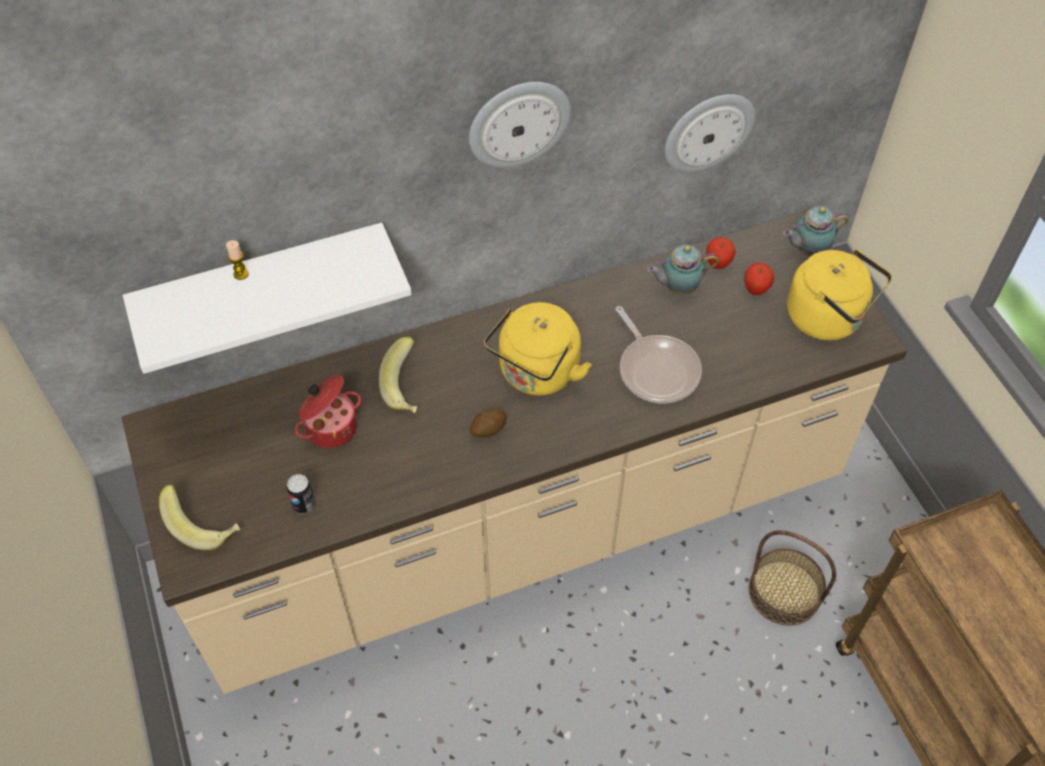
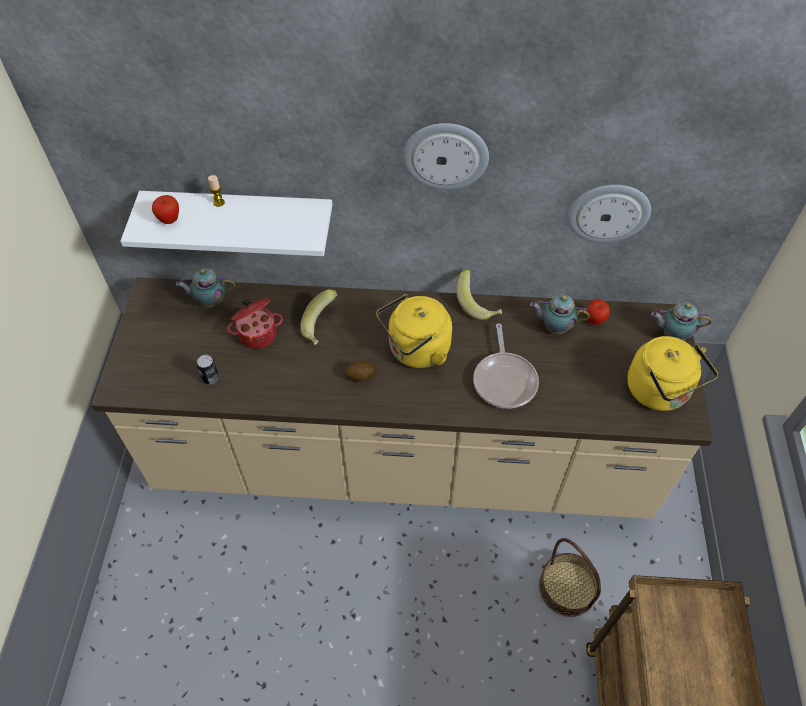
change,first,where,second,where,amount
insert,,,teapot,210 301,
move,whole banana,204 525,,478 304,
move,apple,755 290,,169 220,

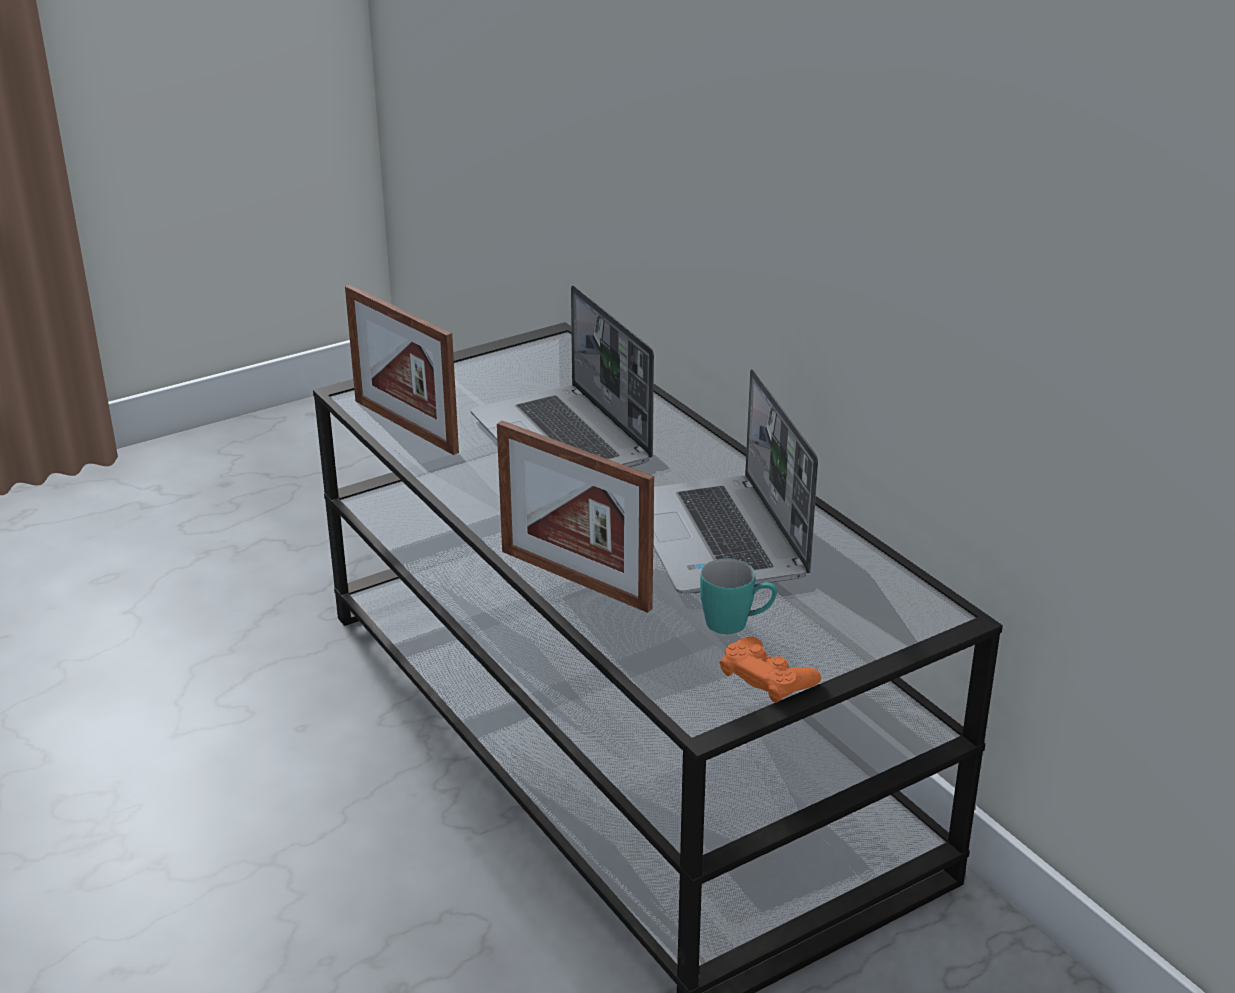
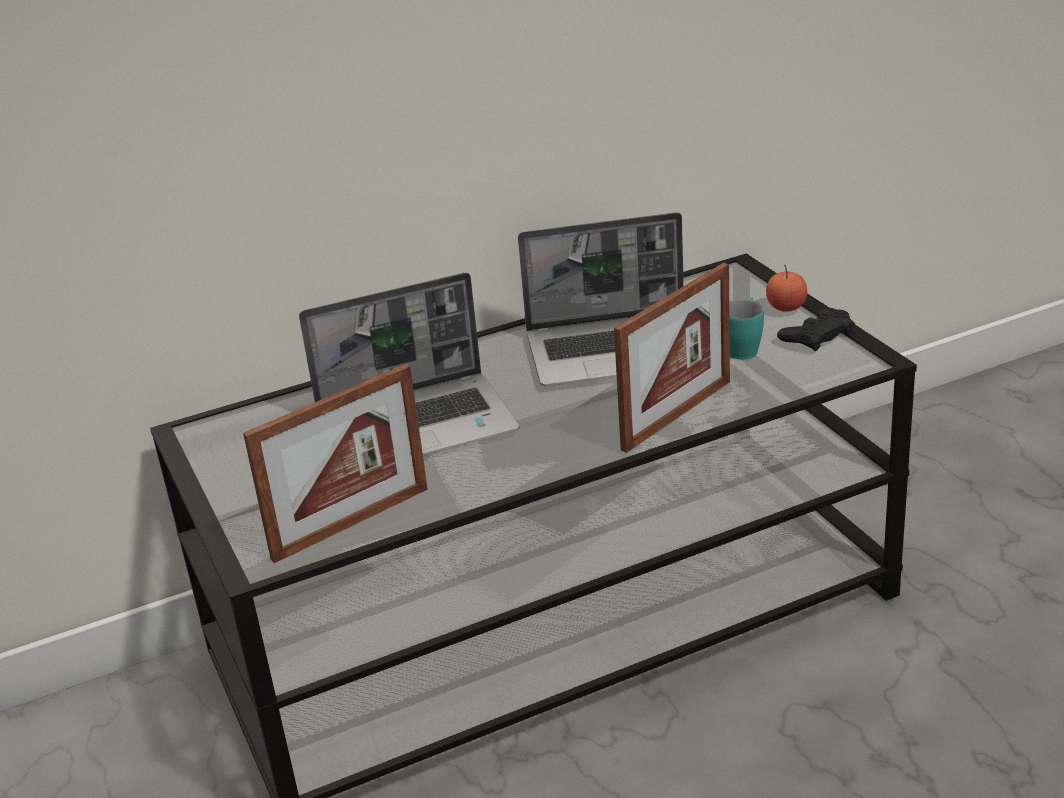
change,first,where,second,where,amount
insert,,,apple,786 307,
recolor,orange-coloured game controller,767 677,black-coloured game controller,816 335,

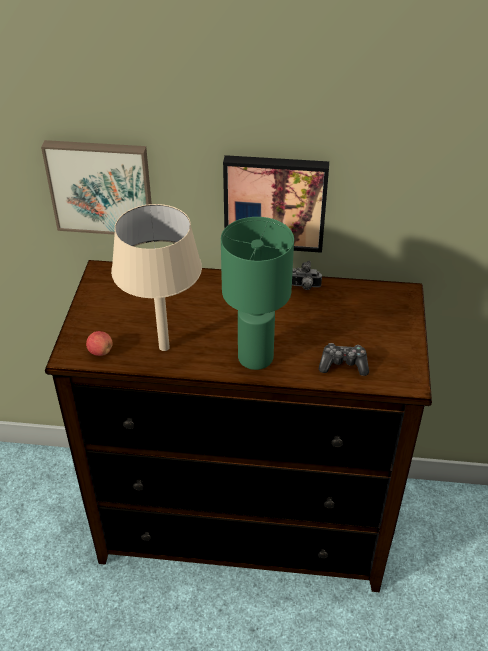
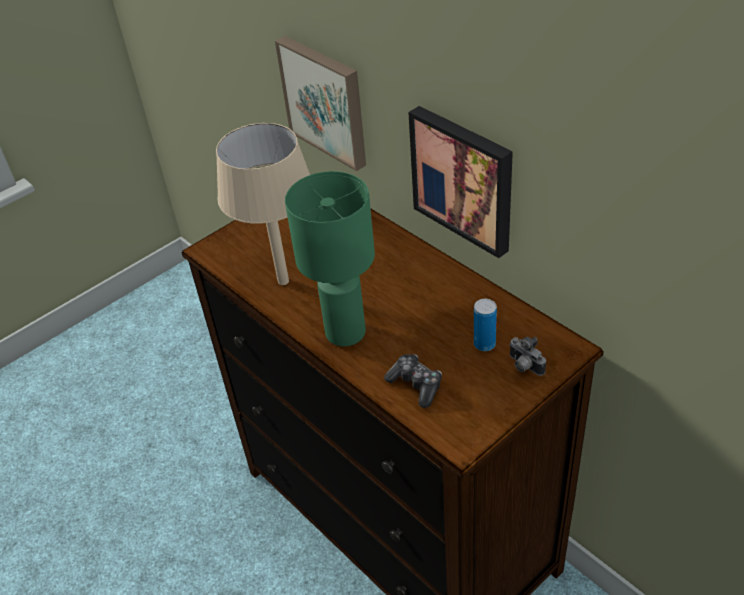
change,first,where,second,where,amount
delete,apple,100 351,,,
insert,,,sealed can,484 344,
move,photo camera,304 287,,524 366,

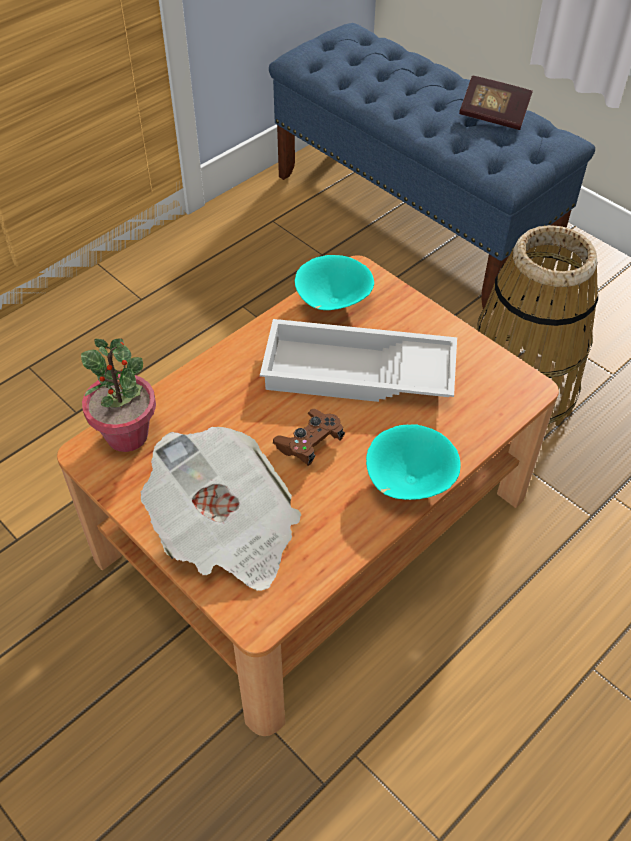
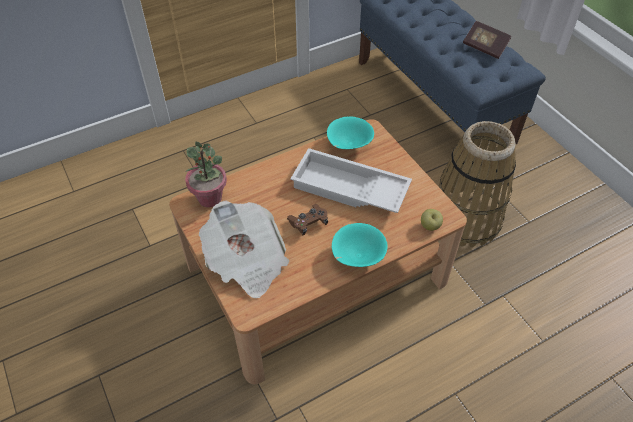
change,first,where,second,where,amount
insert,,,apple,430 226,

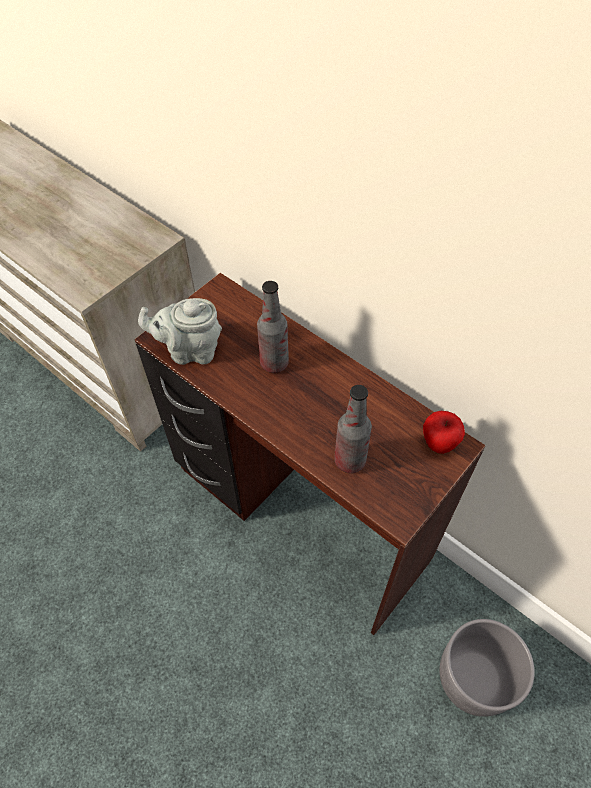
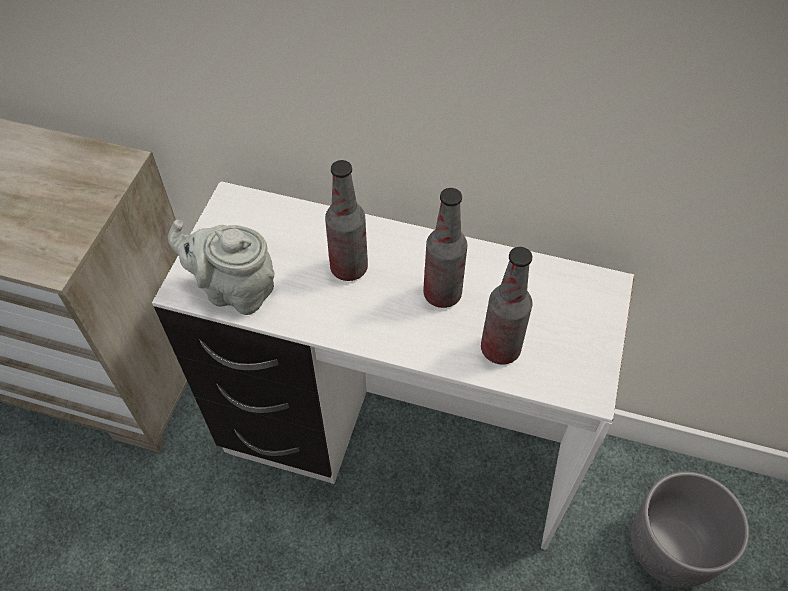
change,first,where,second,where,amount
delete,apple,438 444,,,
insert,,,drink bottle,442 294,
recolor,brownish desk,299 515,whitish desk,395 449,
rotate,gray teapot,190 351,,235 290,45 degrees clockwise

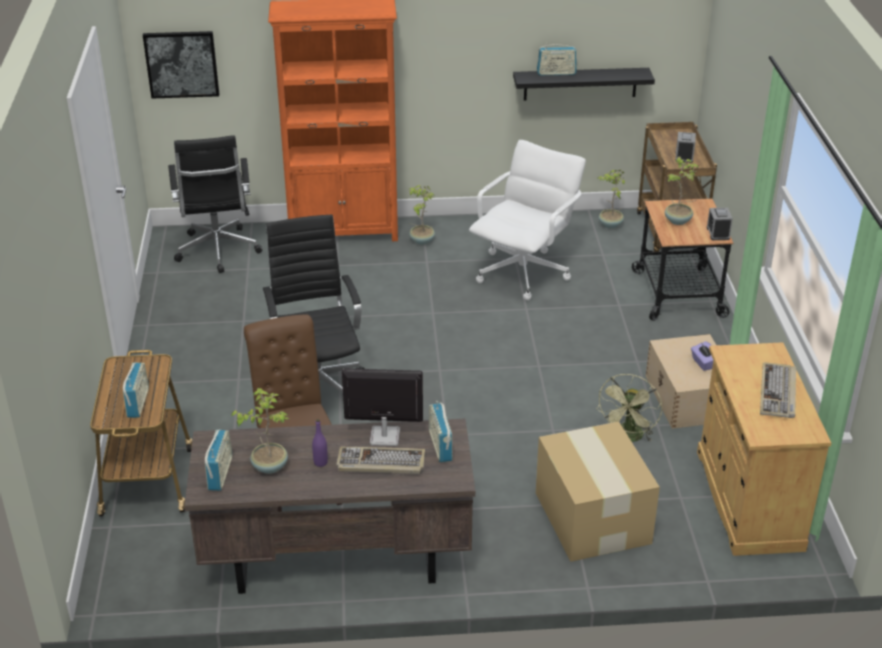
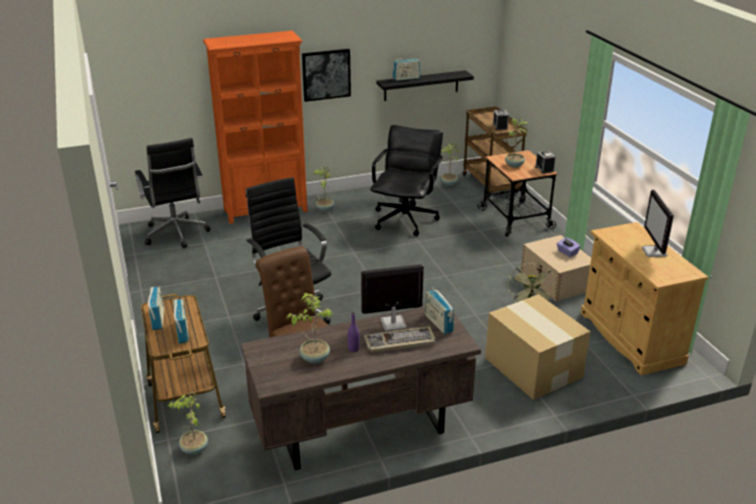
change,first,where,second,where,amount
insert,,,potted plant,193 449,
move,wall art,181 64,,326 74,
move,radio,220 473,,158 319,
replace,keyboard,778 393,monitor,654 252,
recolor,whitish computer chair,524 273,black-coloured computer chair,405 220,

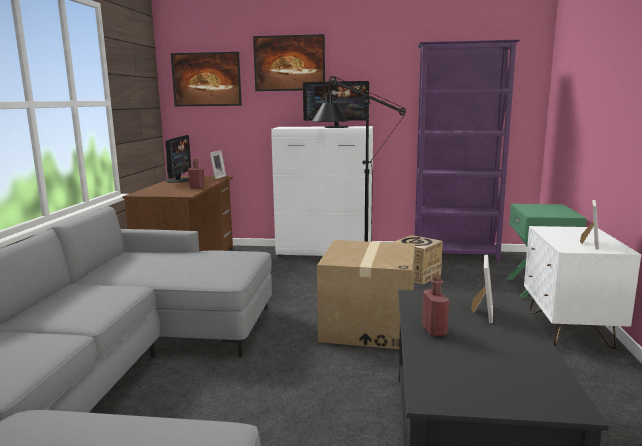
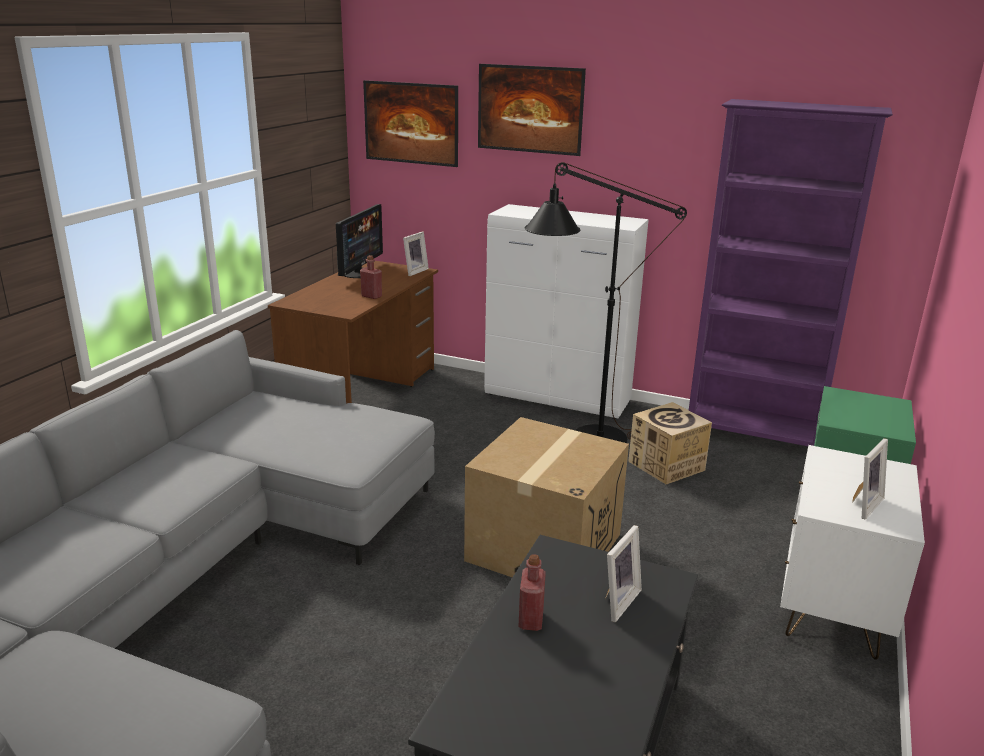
change,first,where,second,where,amount
delete,monitor,336 127,,,

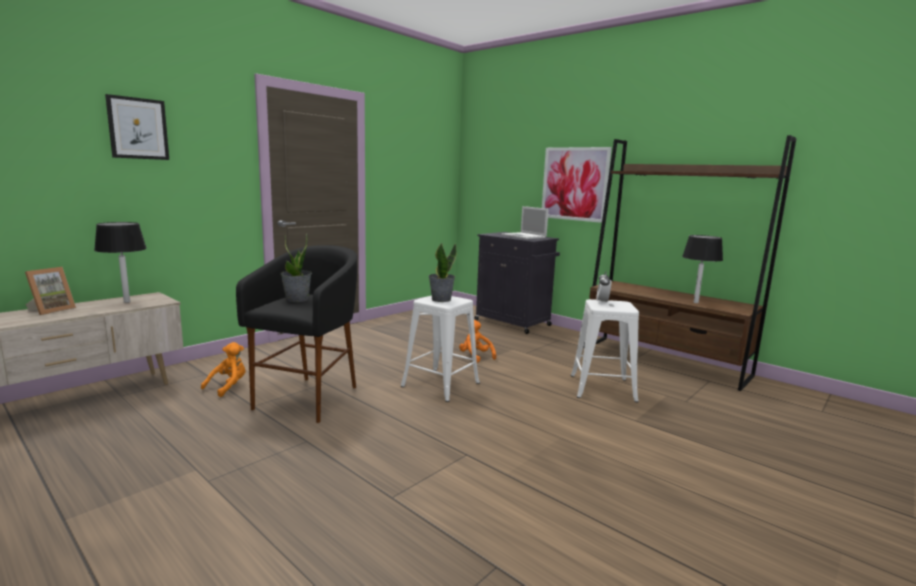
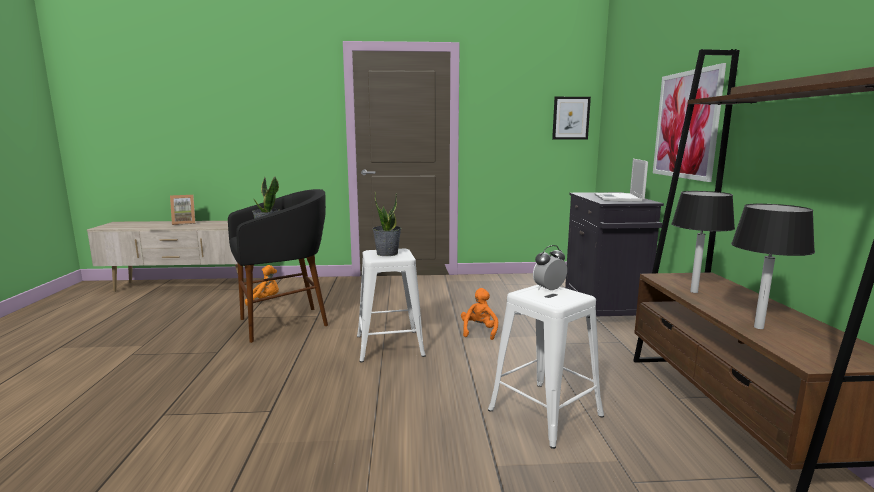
change,first,where,second,where,amount
move,black-coloured table lamp,126 302,,693 292,
move,wall art,138 128,,571 118,

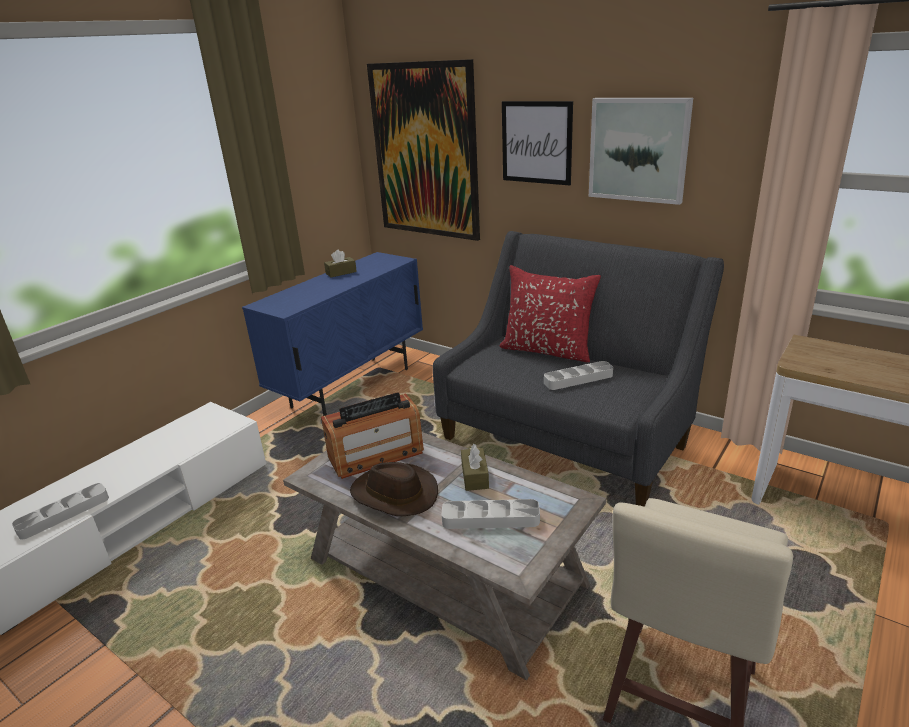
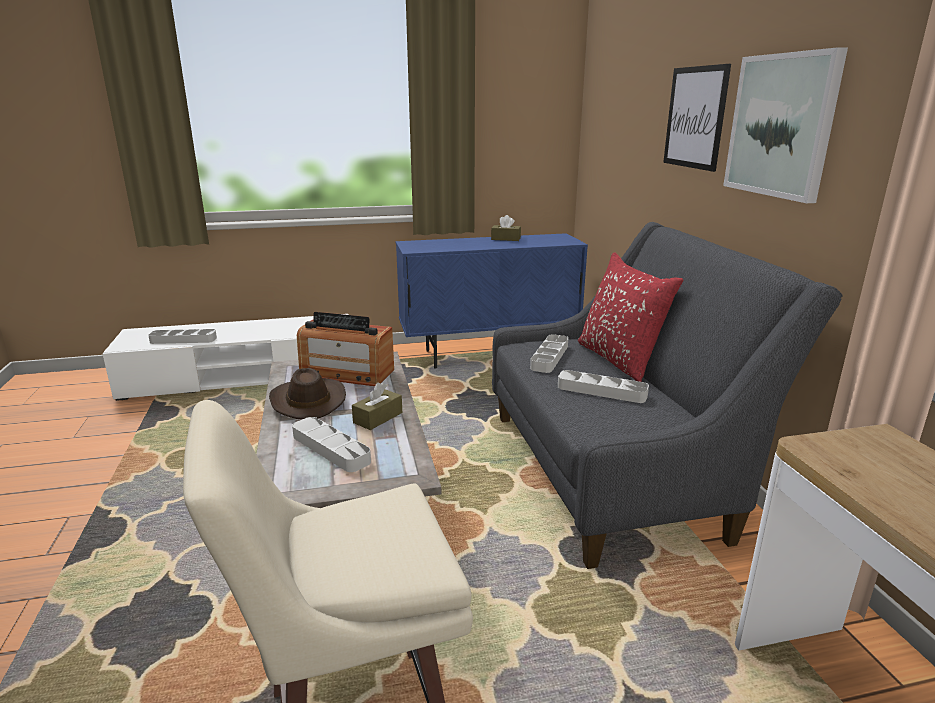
change,first,where,second,where,amount
delete,wall art,425 152,,,
insert,,,gray carrying tray,549 357,

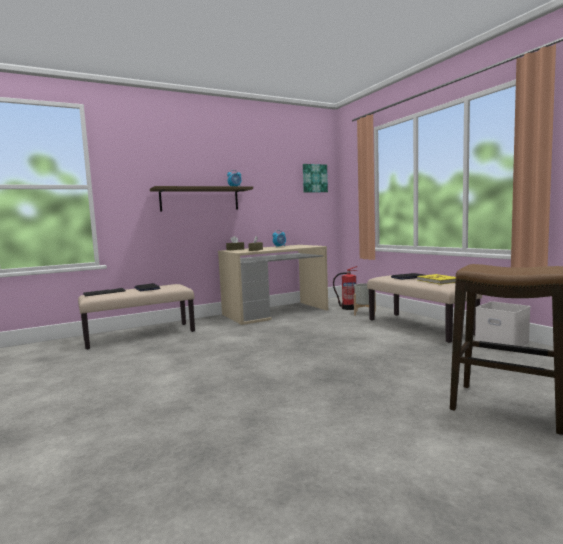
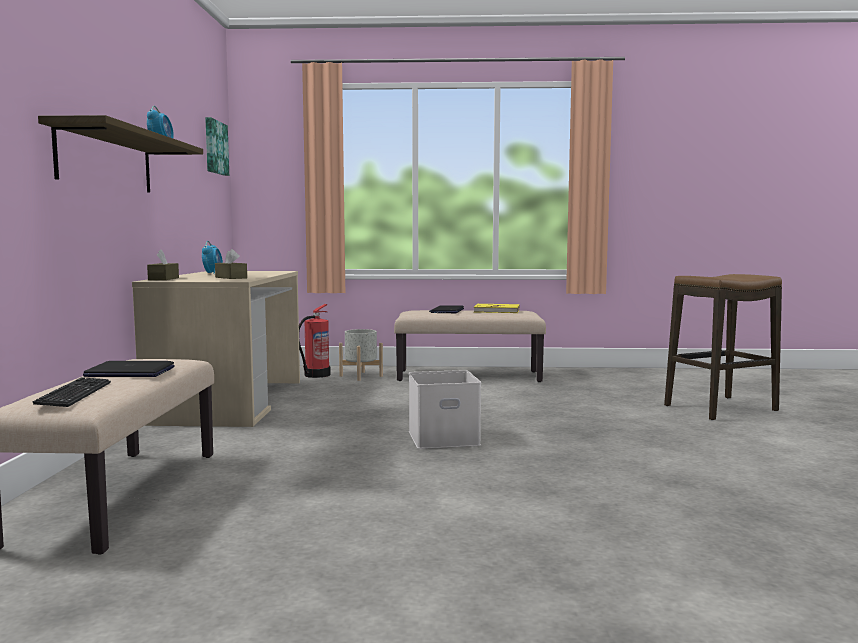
change,first,where,second,where,amount
move,whitish storage box,500 343,,442 438,

